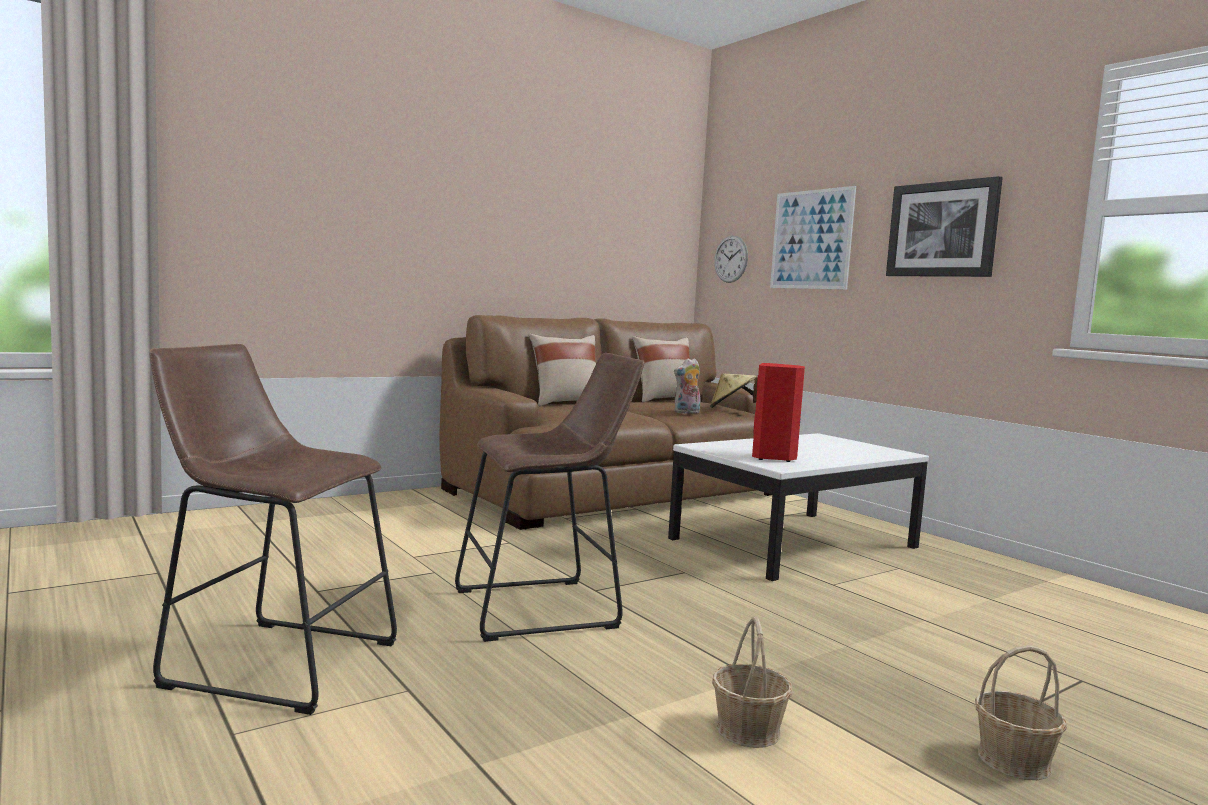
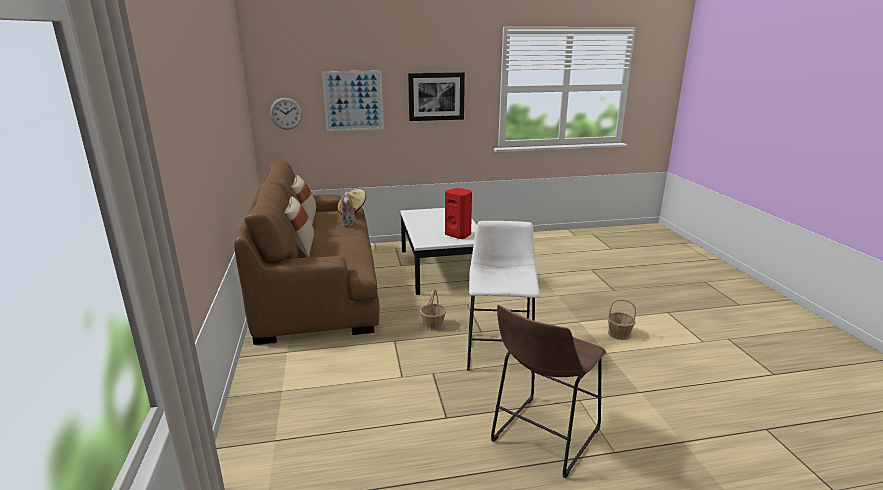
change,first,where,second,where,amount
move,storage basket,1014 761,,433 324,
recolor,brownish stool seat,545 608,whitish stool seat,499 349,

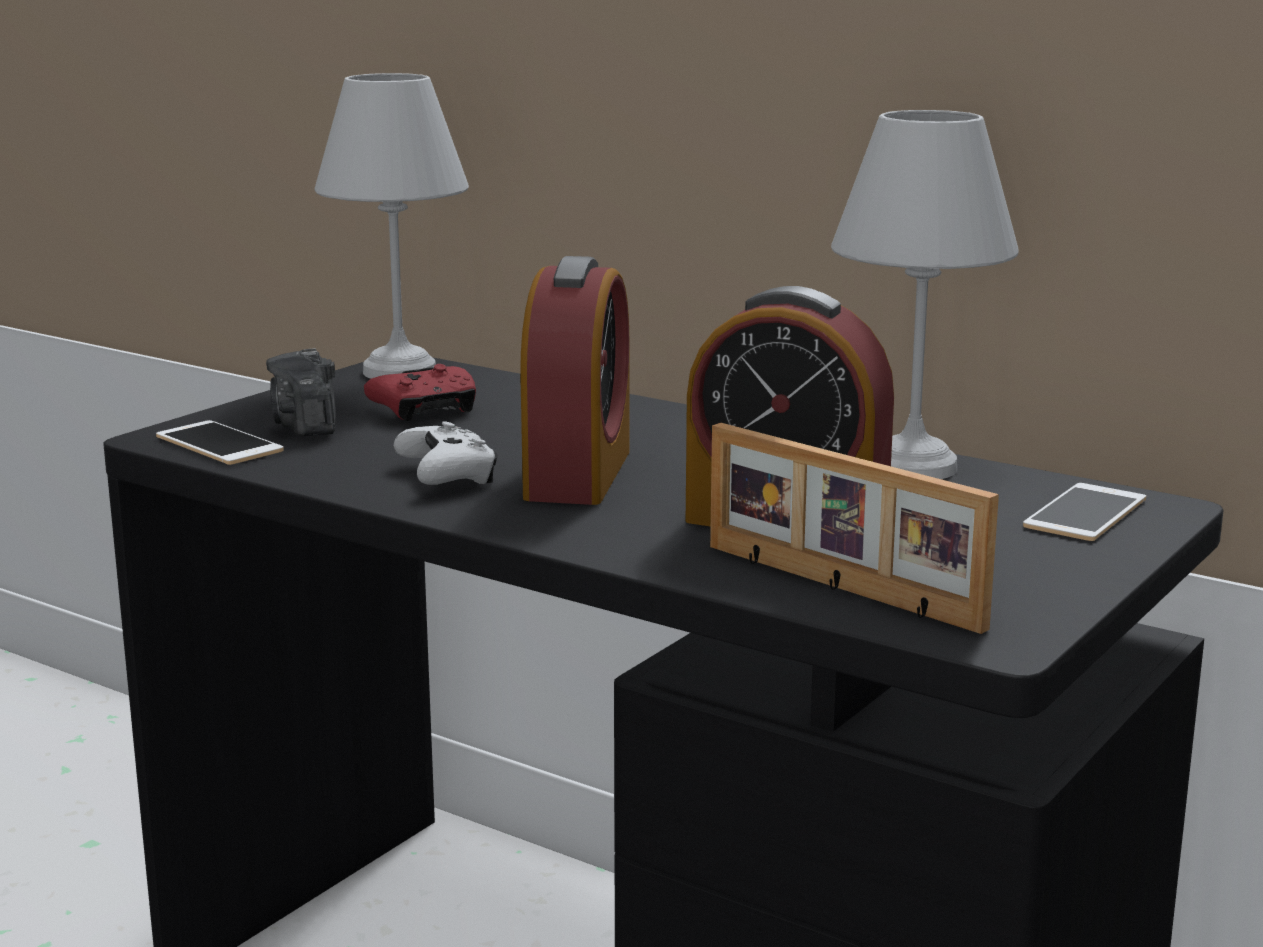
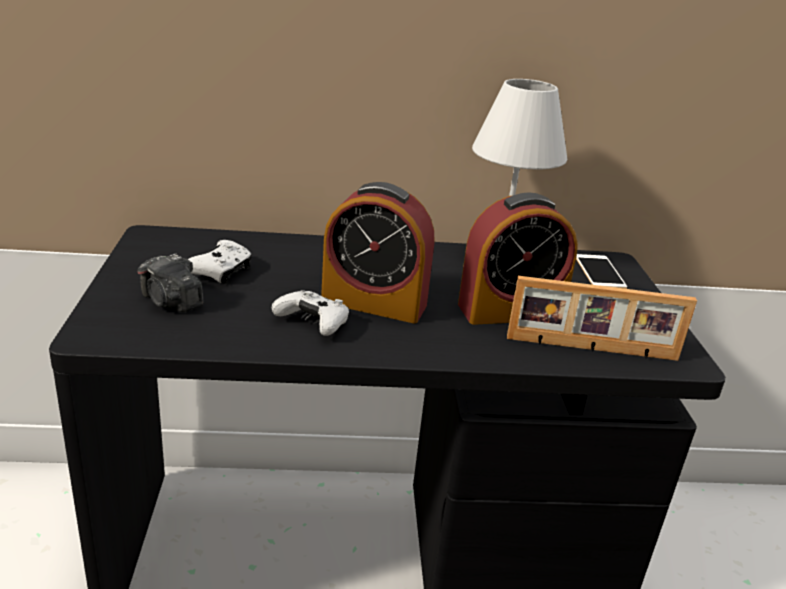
change,first,where,second,where,amount
delete,telephone,219 444,,,
delete,whitish table lamp,397 371,,,
recolor,reddish game controller,426 410,whitish game controller,221 271,
rotate,table clock,578 474,,374 303,135 degrees clockwise

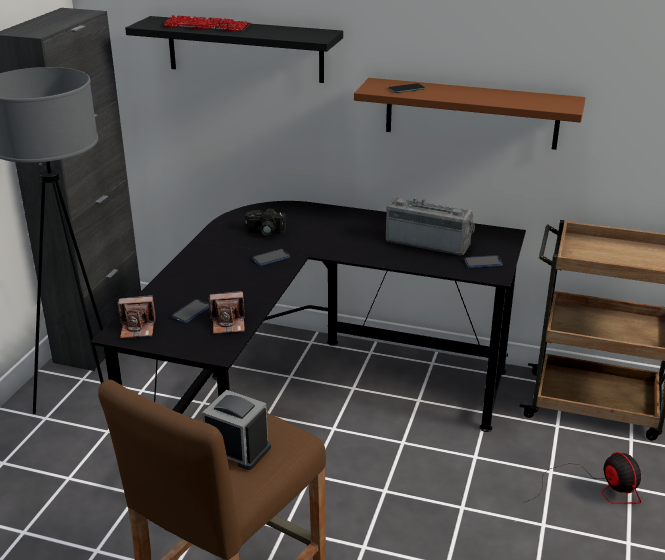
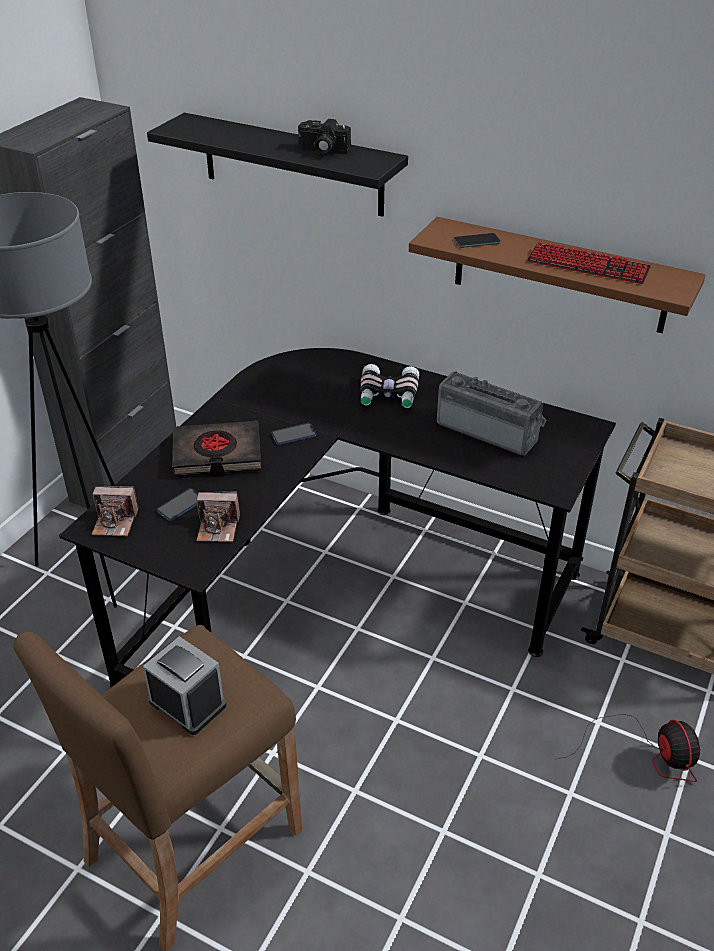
change,first,where,second,where,amount
delete,telephone,483 262,,,
insert,,,black-coloured bound book,217 454,
insert,,,field glasses,388 395,
move,keyboard,206 26,,587 266,
move,photo camera,264 232,,322 151,

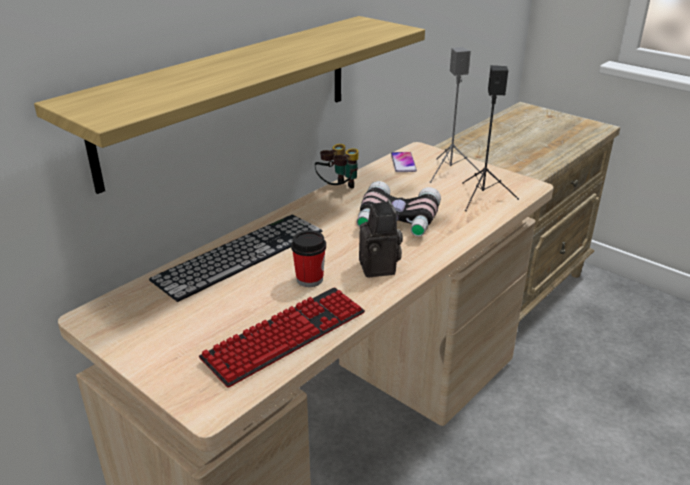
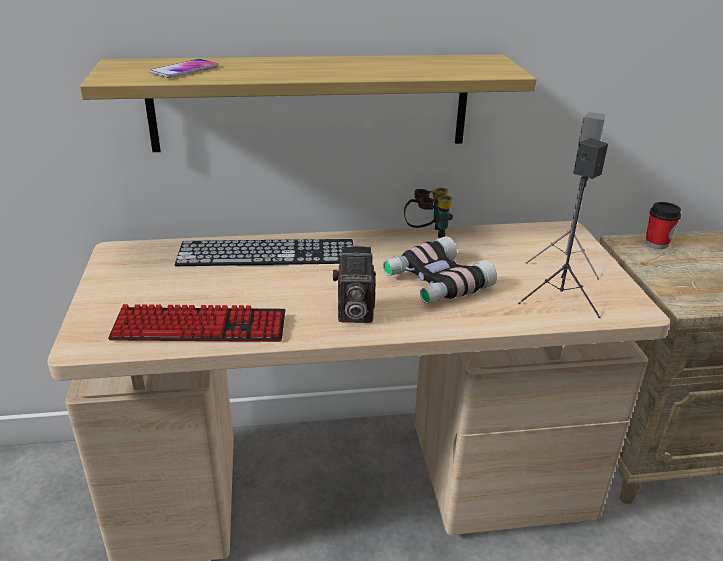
change,first,where,second,where,amount
move,small cup,309 279,,656 243,
move,telephone,403 163,,185 70,
rotate,photo camera,380 268,,353 314,60 degrees clockwise

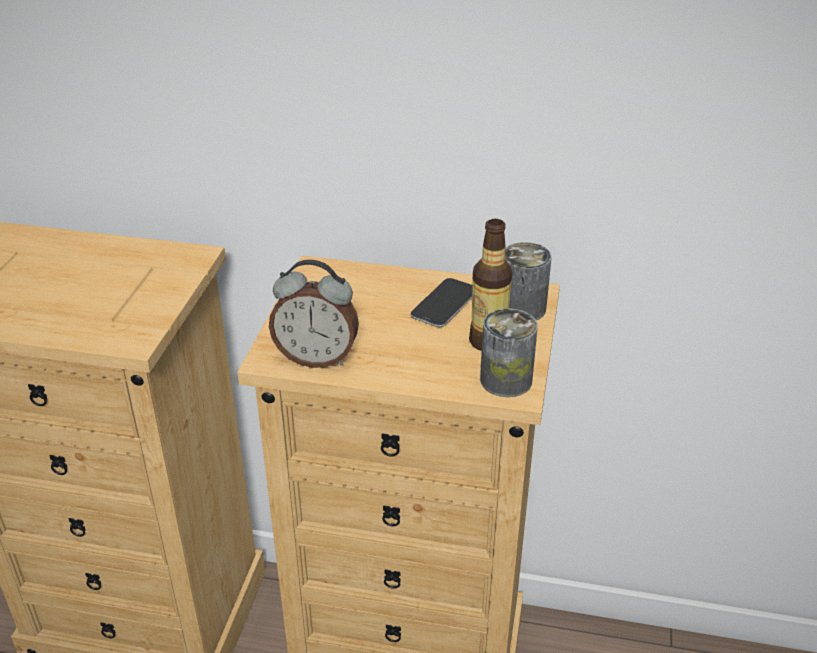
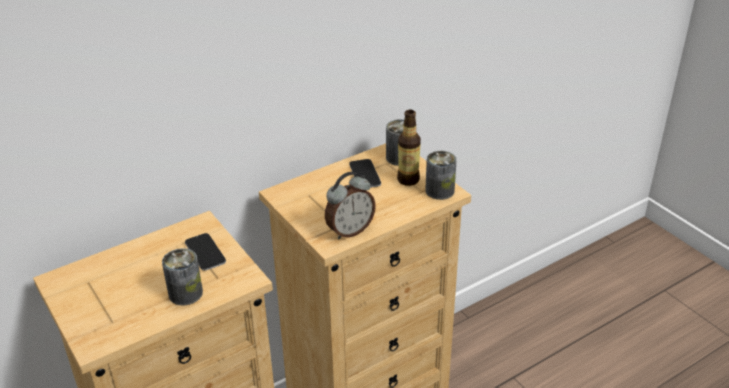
change,first,where,second,where,amount
insert,,,sealed can,185 293,
insert,,,telephone,205 252,

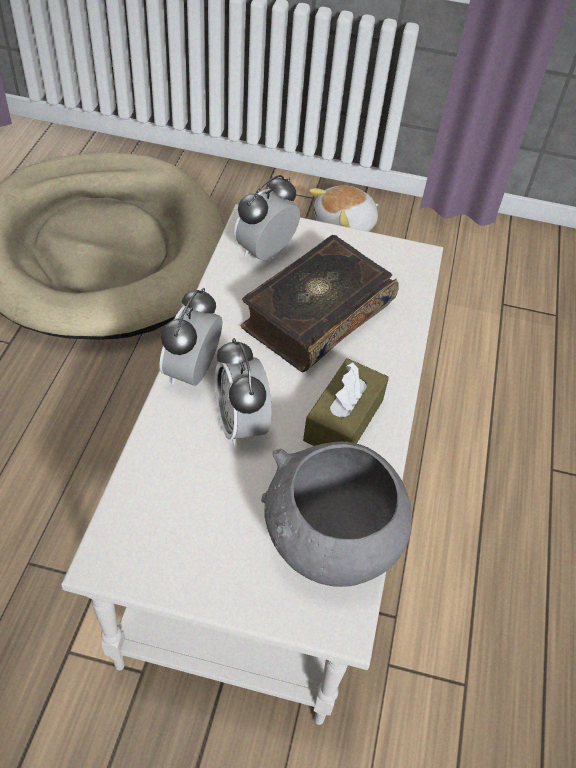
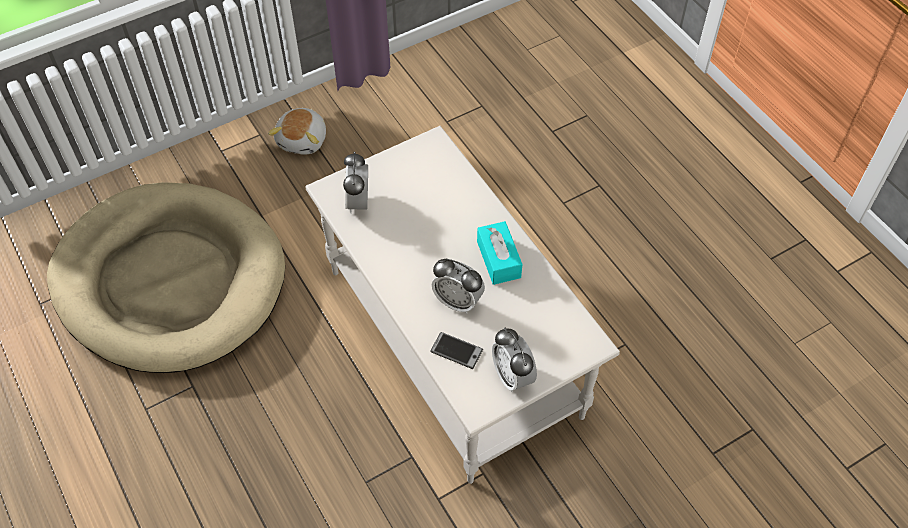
change,first,where,second,where,amount
delete,bound book,316 315,,,
delete,gray deep dish,330 545,,,
insert,,,telephone,456 351,
move,table clock,192 372,,512 376,
recolor,brownish box of tissues,343 420,blue-green box of tissues,498 259,

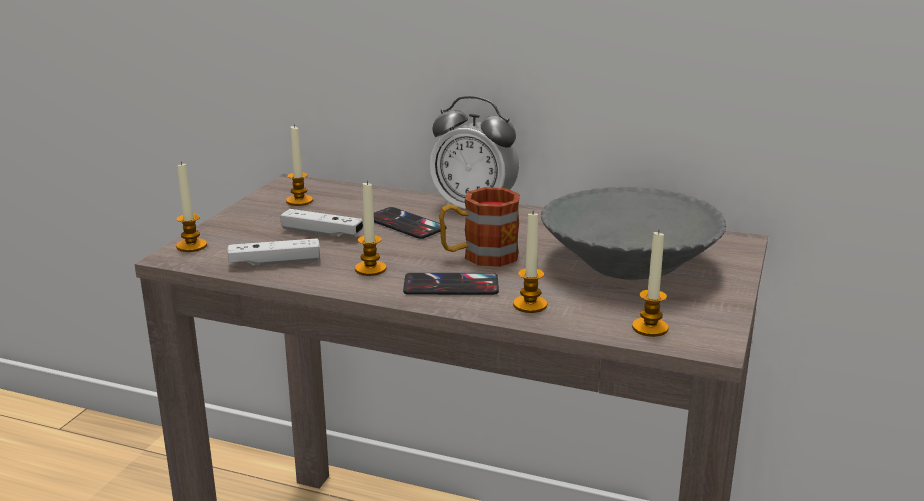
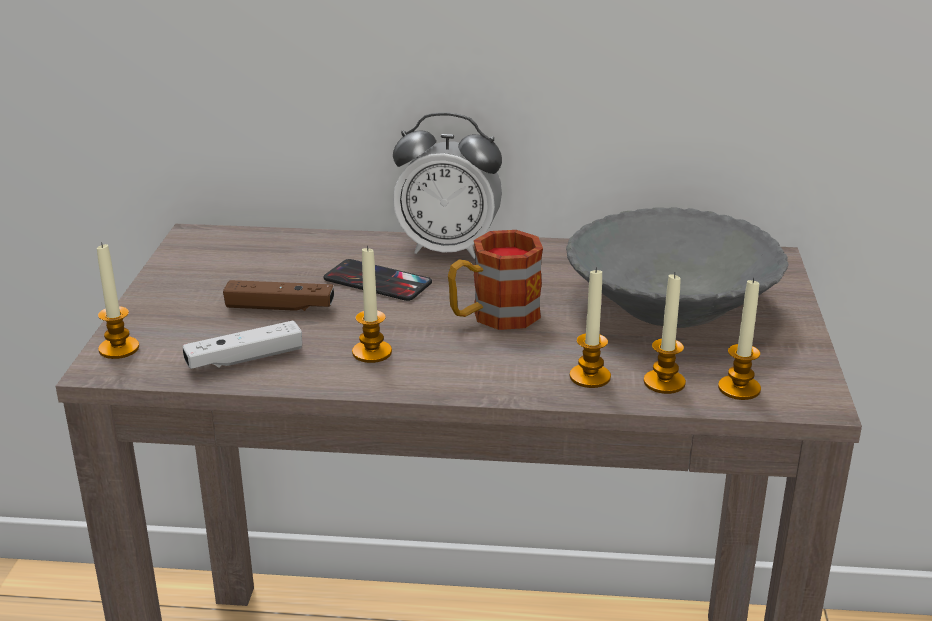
change,first,where,second,where,amount
delete,telephone,451 285,,,
move,wax candle,299 201,,664 382,
recolor,whitish game controller,322 233,brownish game controller,280 307,

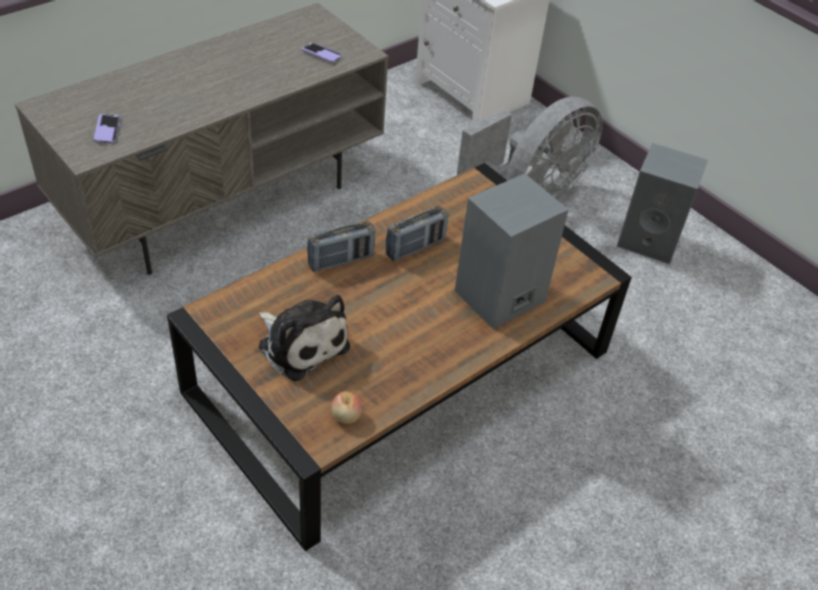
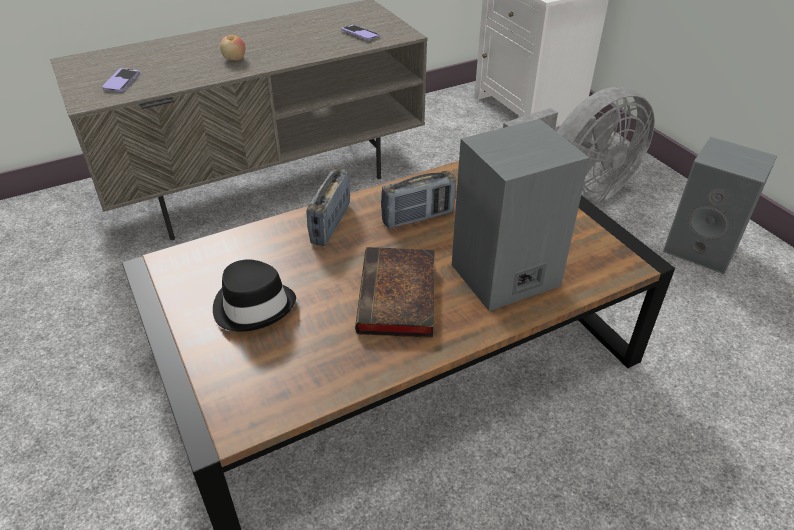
change,first,where,second,where,amount
insert,,,bound book,398 299,
move,apple,346 416,,234 59,
replace,soft toy,301 343,black-coloured clothing hat,254 305,
rotate,radio,341 260,,330 224,120 degrees clockwise

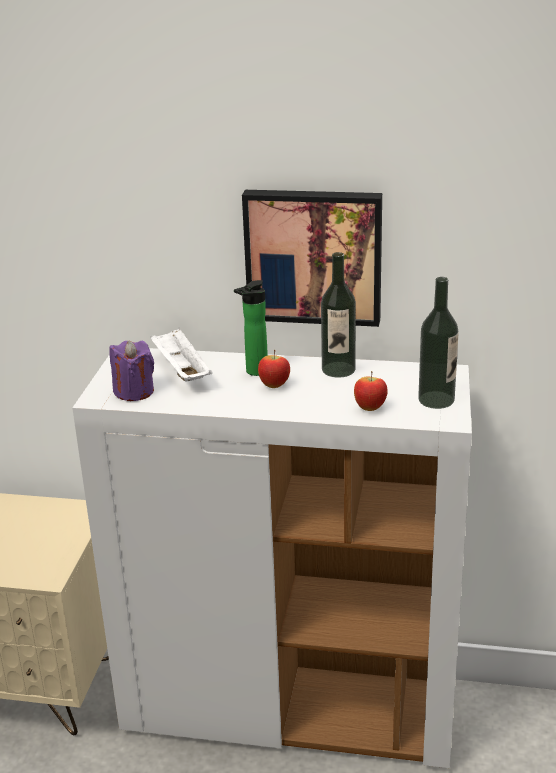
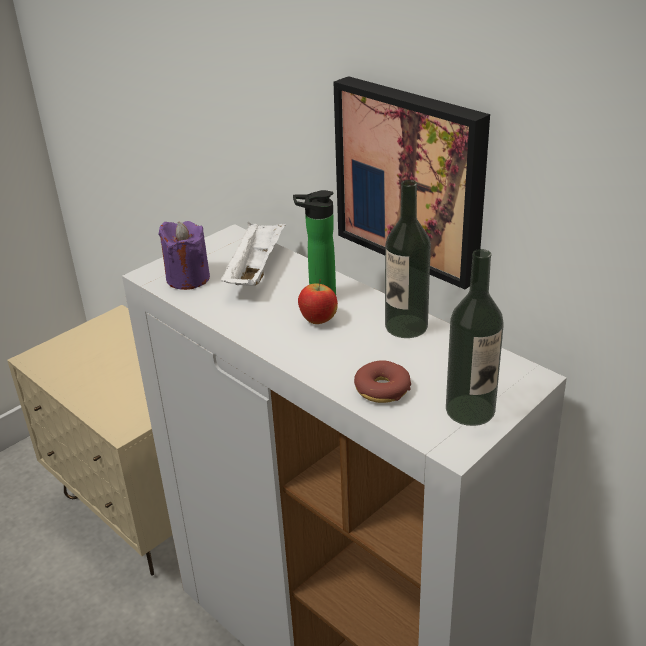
change,first,where,second,where,amount
replace,apple,370 408,doughnut,382 389,

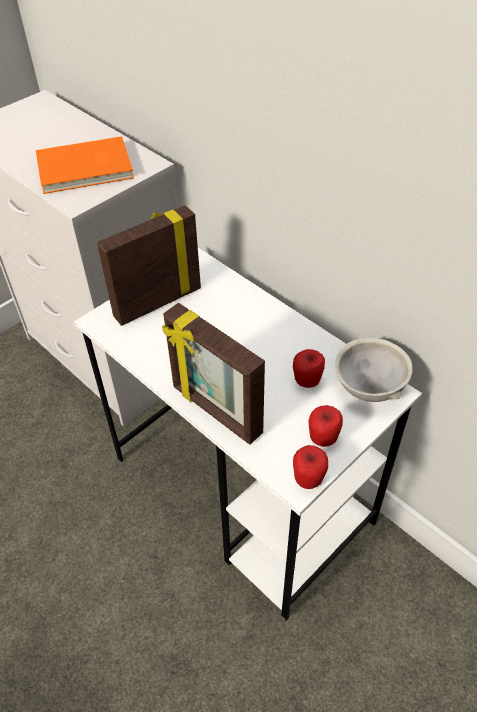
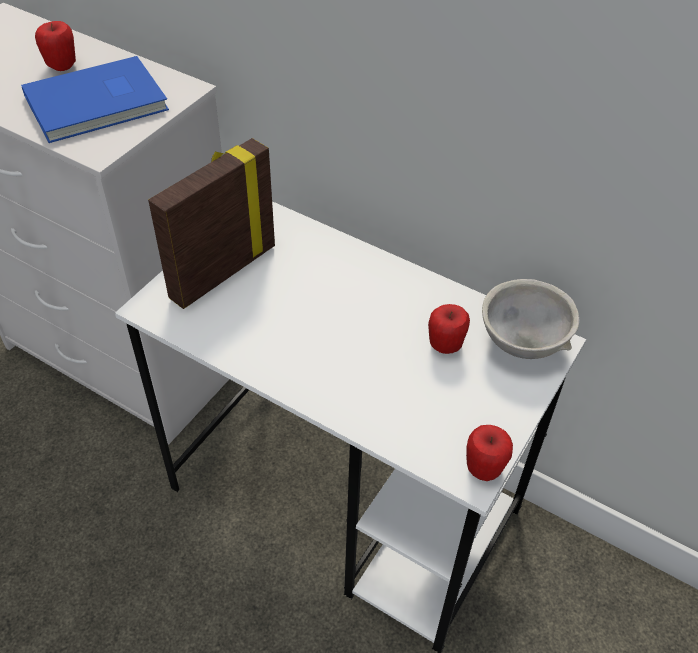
change,first,where,second,where,amount
delete,photo frame,215 411,,,
move,apple,323 438,,62 66,
recolor,orange-coloured bound book,86 169,bluish bound book,99 104,

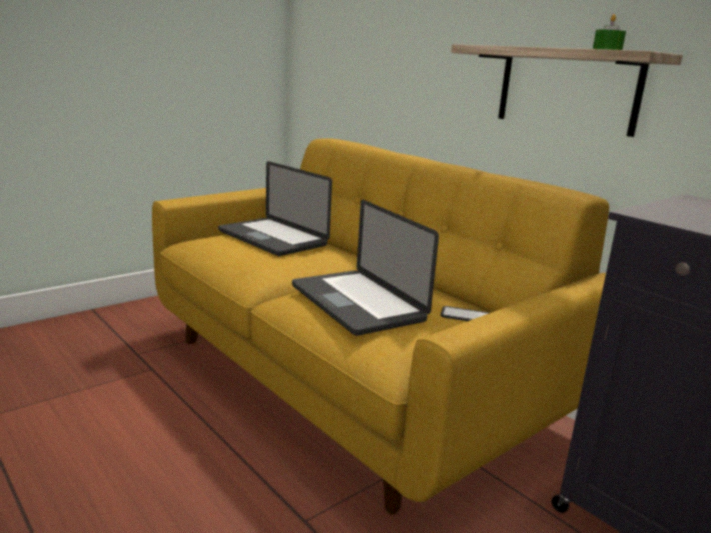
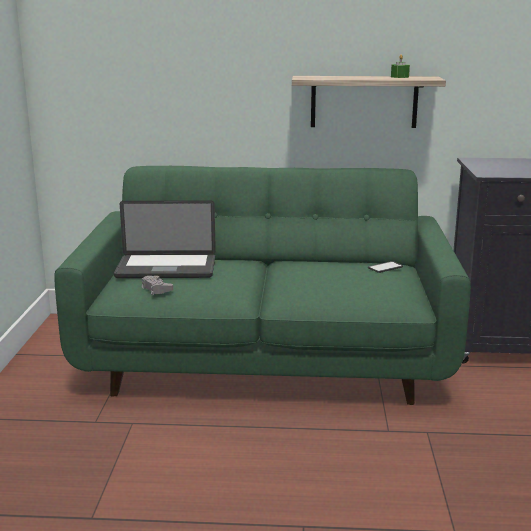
change,first,where,second,where,amount
delete,notebook computer,356 303,,,
insert,,,gray game controller,156 289,
recolor,yellow-coloured settee,350 379,green-coloured settee,266 359,

